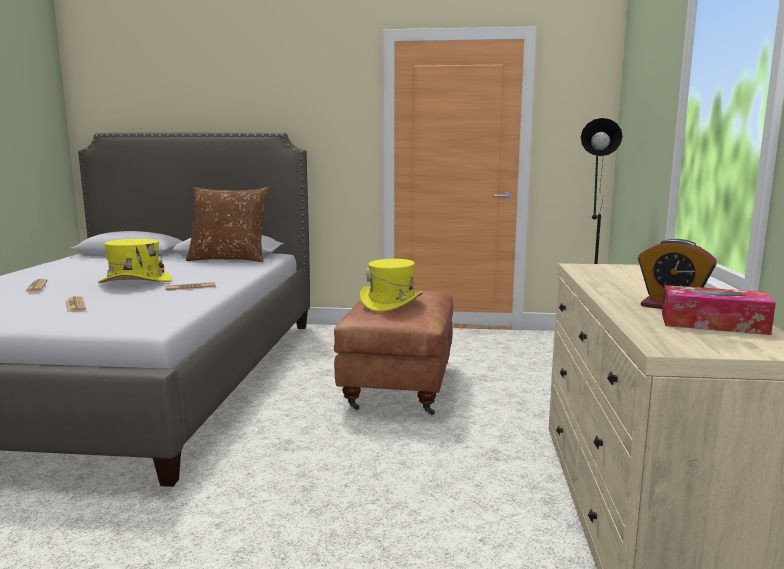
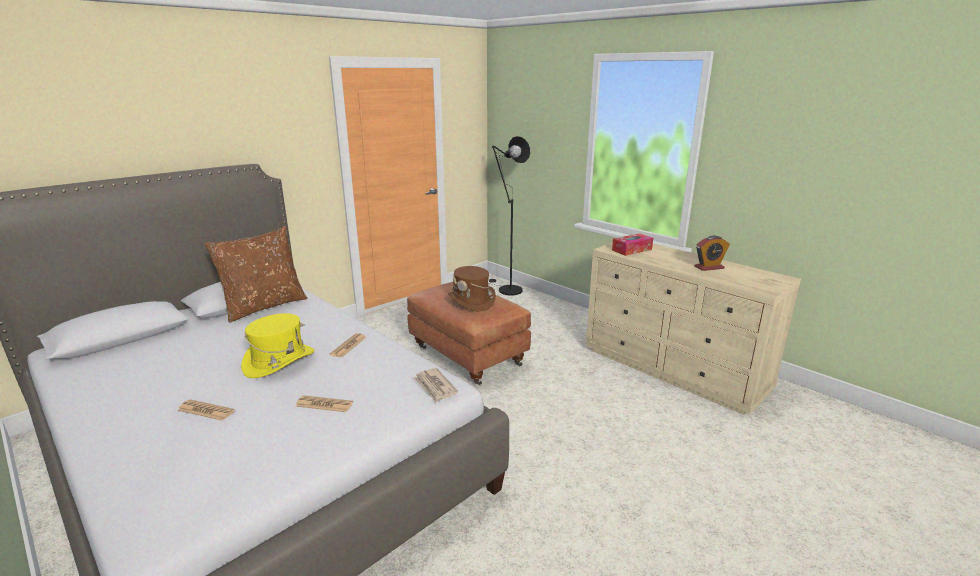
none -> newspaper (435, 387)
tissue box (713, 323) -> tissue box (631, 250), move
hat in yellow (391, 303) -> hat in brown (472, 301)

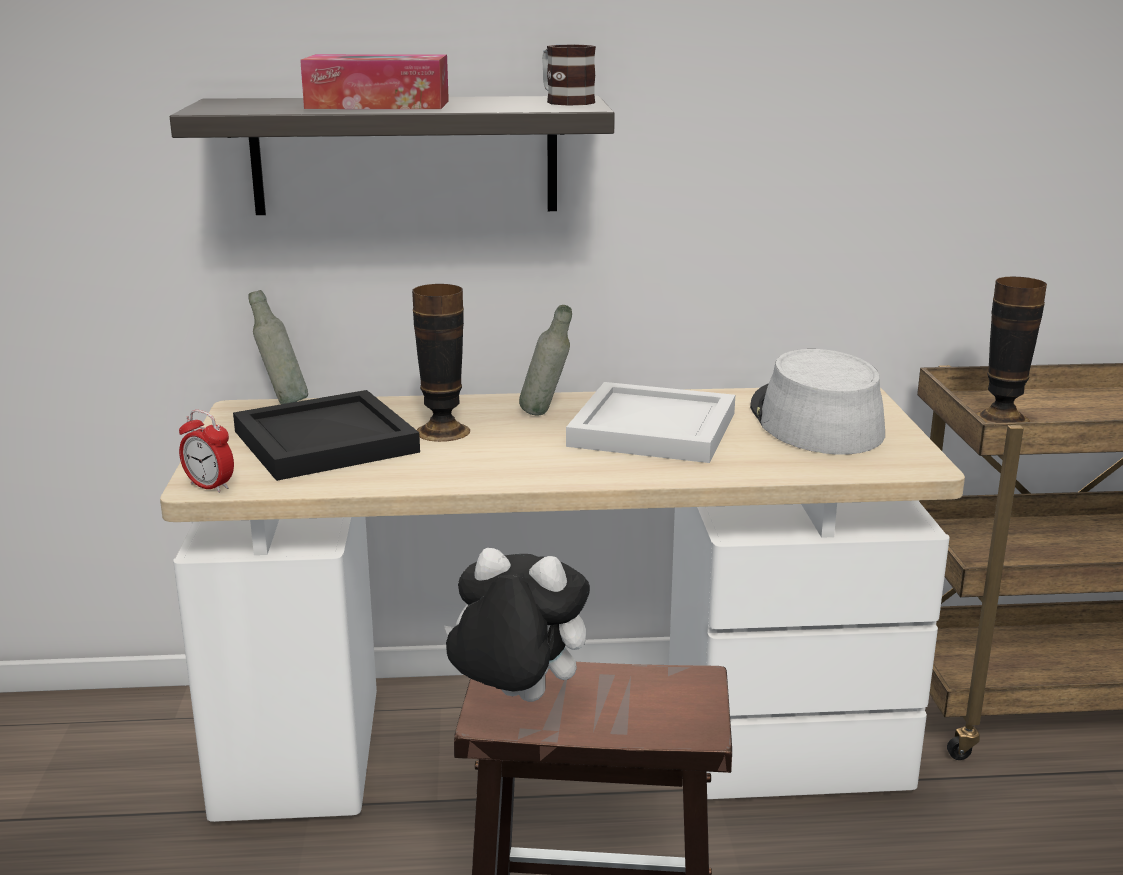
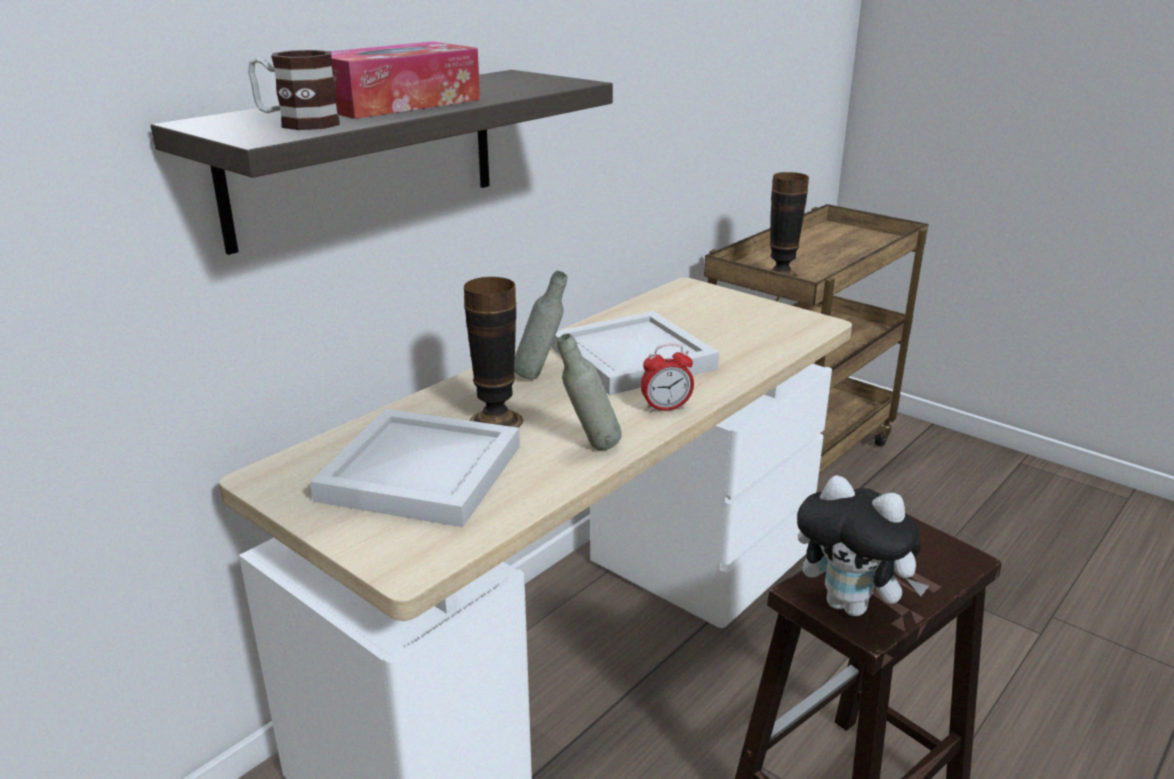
hat in grey (814, 421) -> none
alarm clock (209, 486) -> alarm clock (666, 408), move
bottle in grey (282, 403) -> bottle in grey (590, 448), move
mug (564, 101) -> mug (298, 123), move
tray in black (327, 440) -> tray in white (420, 471)
plush toy (515, 699) -> plush toy (852, 605), 120 degrees counterclockwise

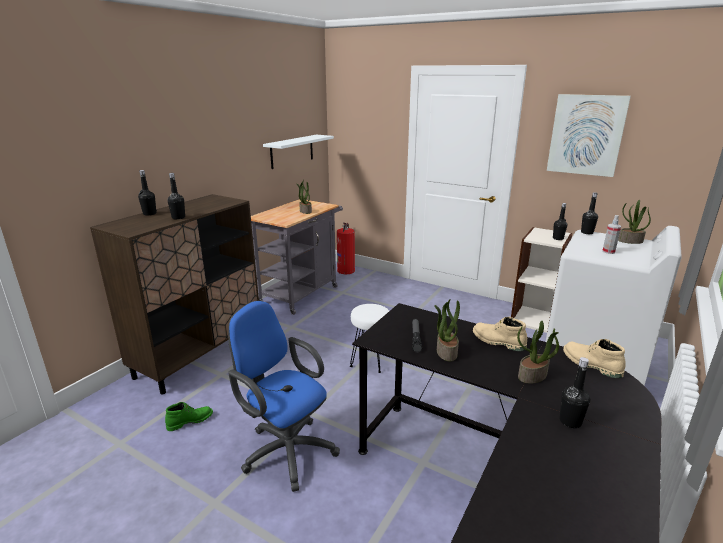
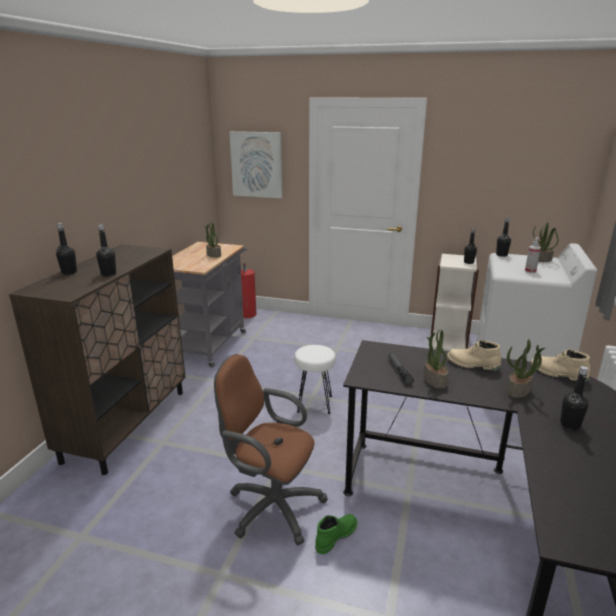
shelf in white (292, 151) -> none
boot in green (190, 421) -> boot in green (335, 536), move
picture (586, 135) -> picture (256, 164), move
office chair in blue (285, 449) -> office chair in brown (270, 506)

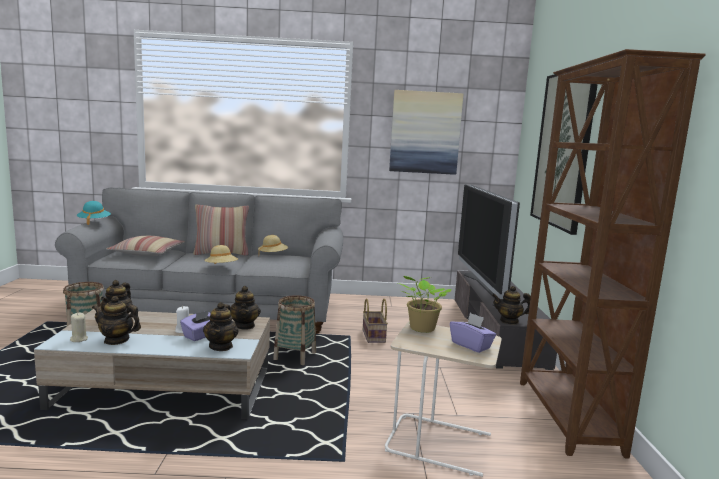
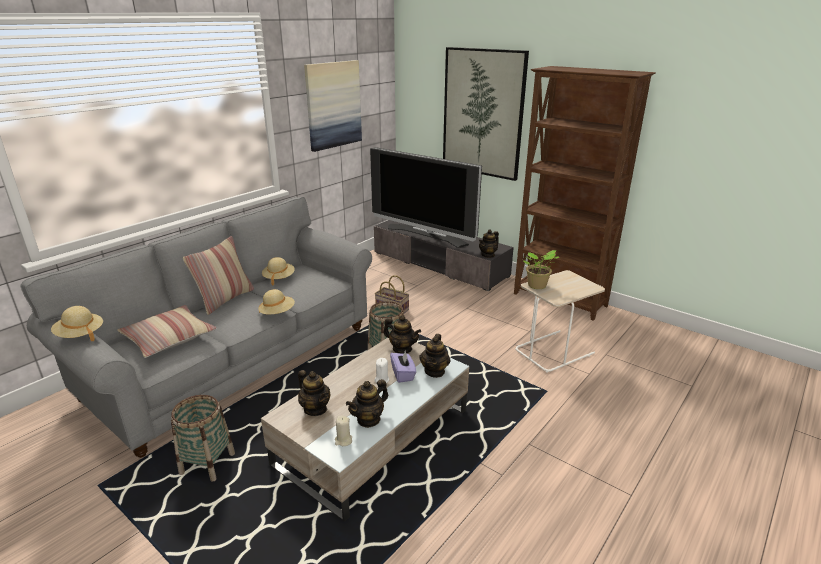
tissue box in purple (471, 345) -> none
hat in turquoise (94, 222) -> hat in beige (80, 334)
teapot (221, 346) -> teapot (435, 371), 60 degrees clockwise

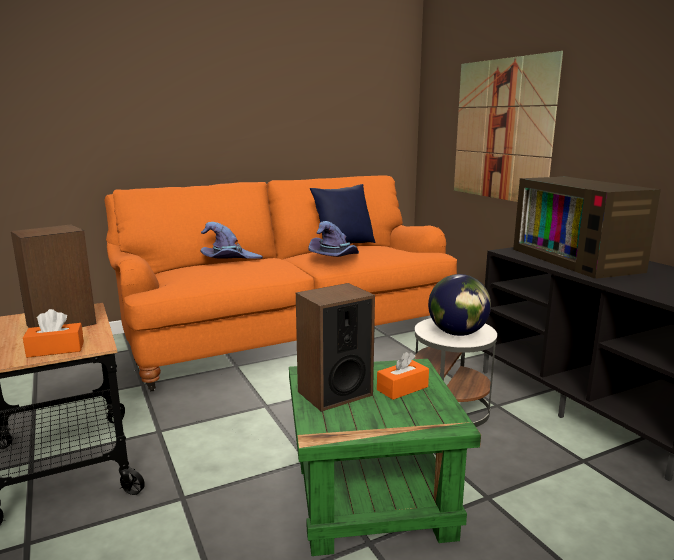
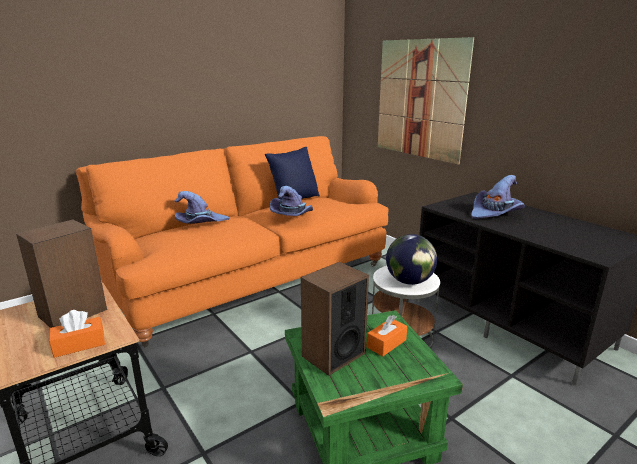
television (579, 260) -> hat in purple (495, 213)

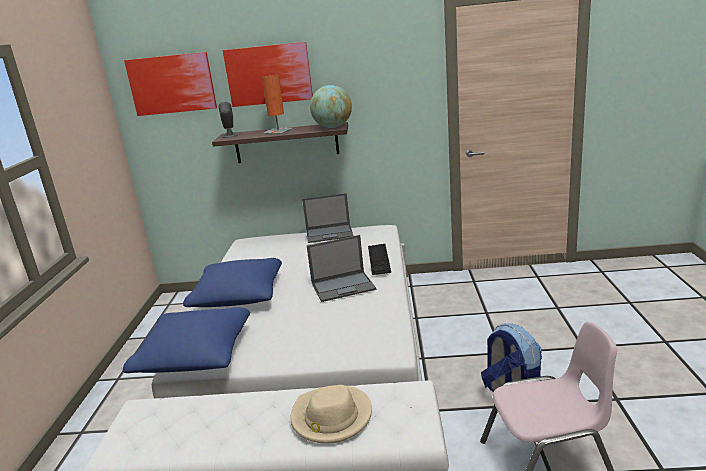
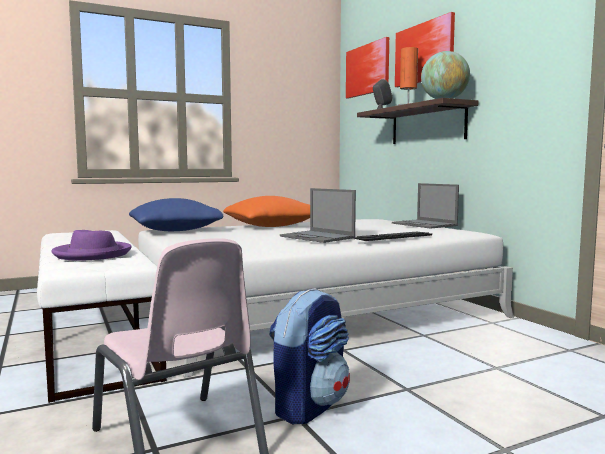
pillow in blue (238, 296) -> pillow in orange (270, 226)
hat in beige (331, 417) -> hat in purple (92, 254)

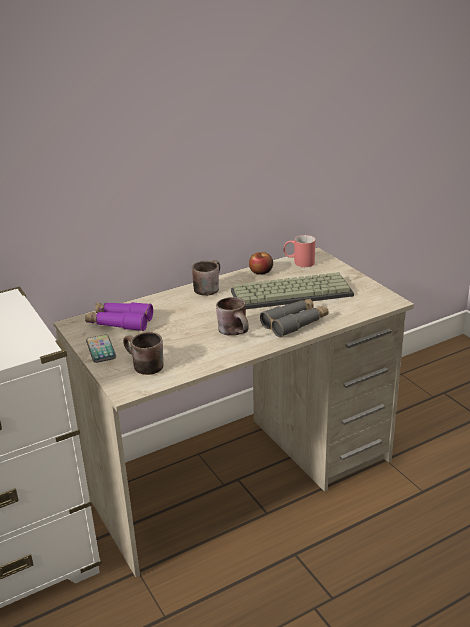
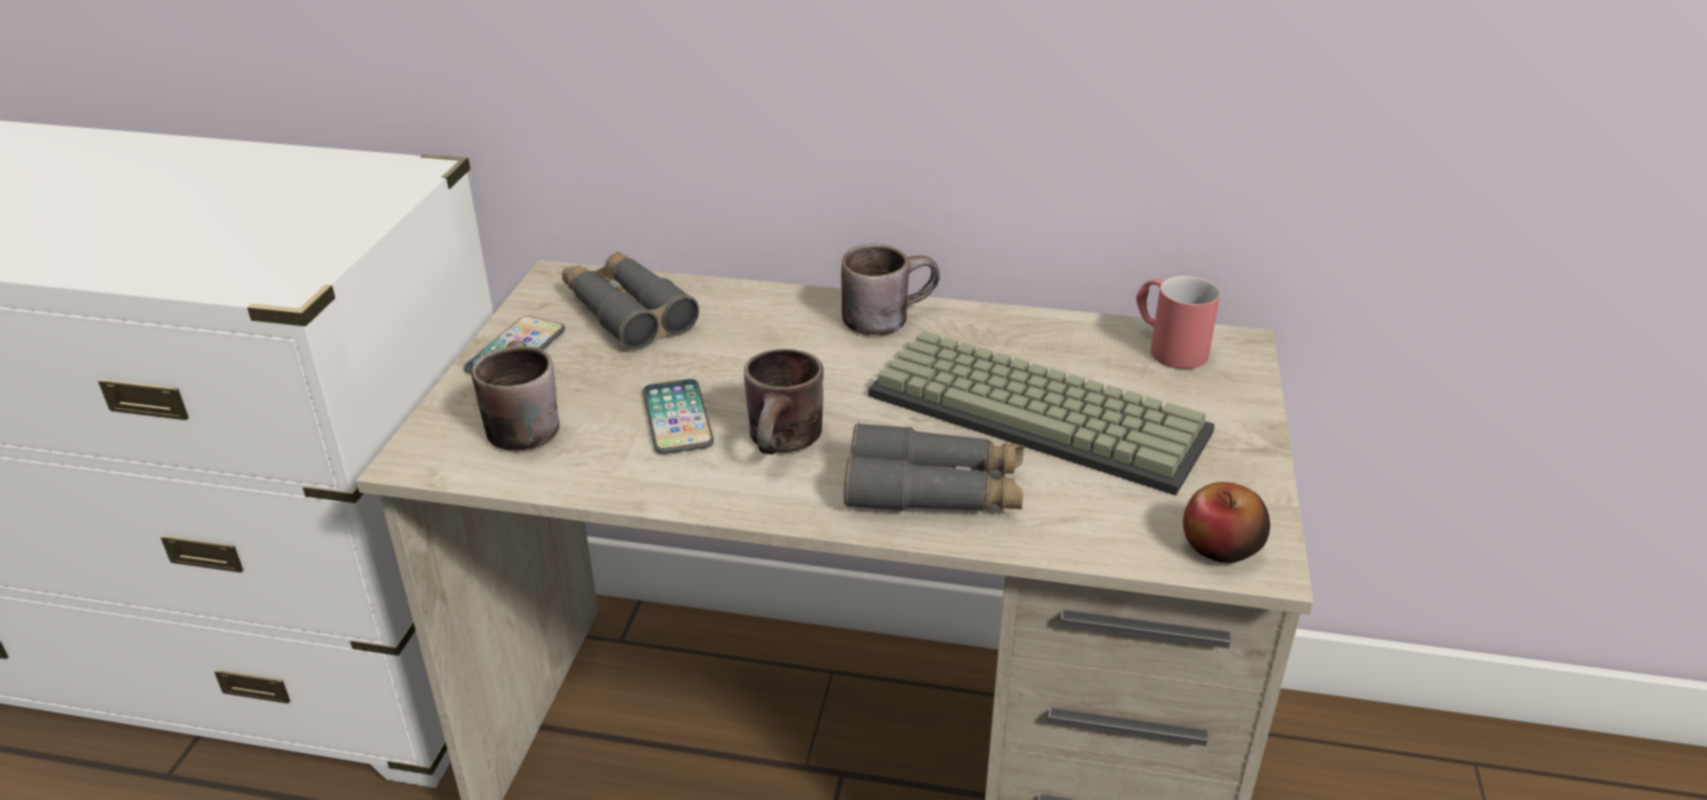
none -> phone (677, 418)
apple (261, 272) -> apple (1220, 548), move
binoculars in purple (119, 322) -> binoculars in grey (627, 312)

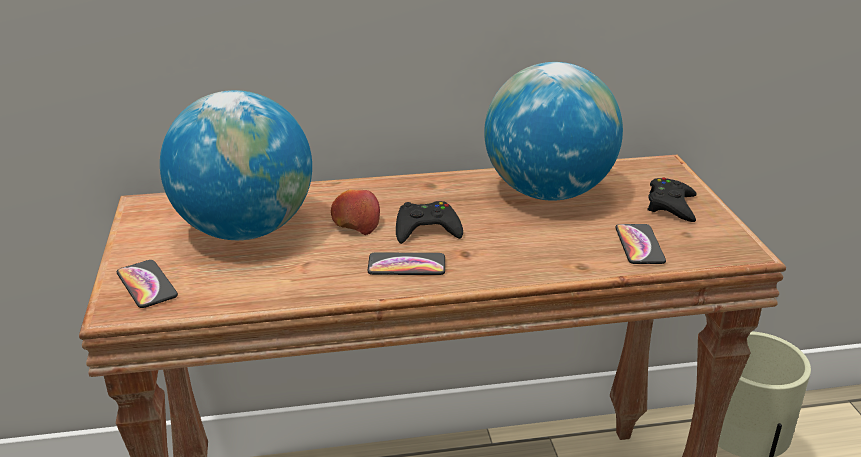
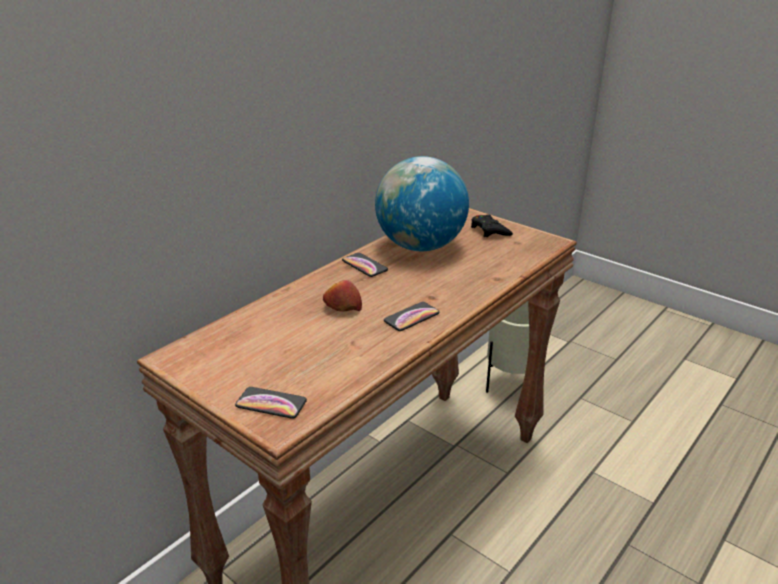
globe (245, 230) -> none
game controller in black (426, 229) -> none
phone (639, 245) -> phone (364, 265), move

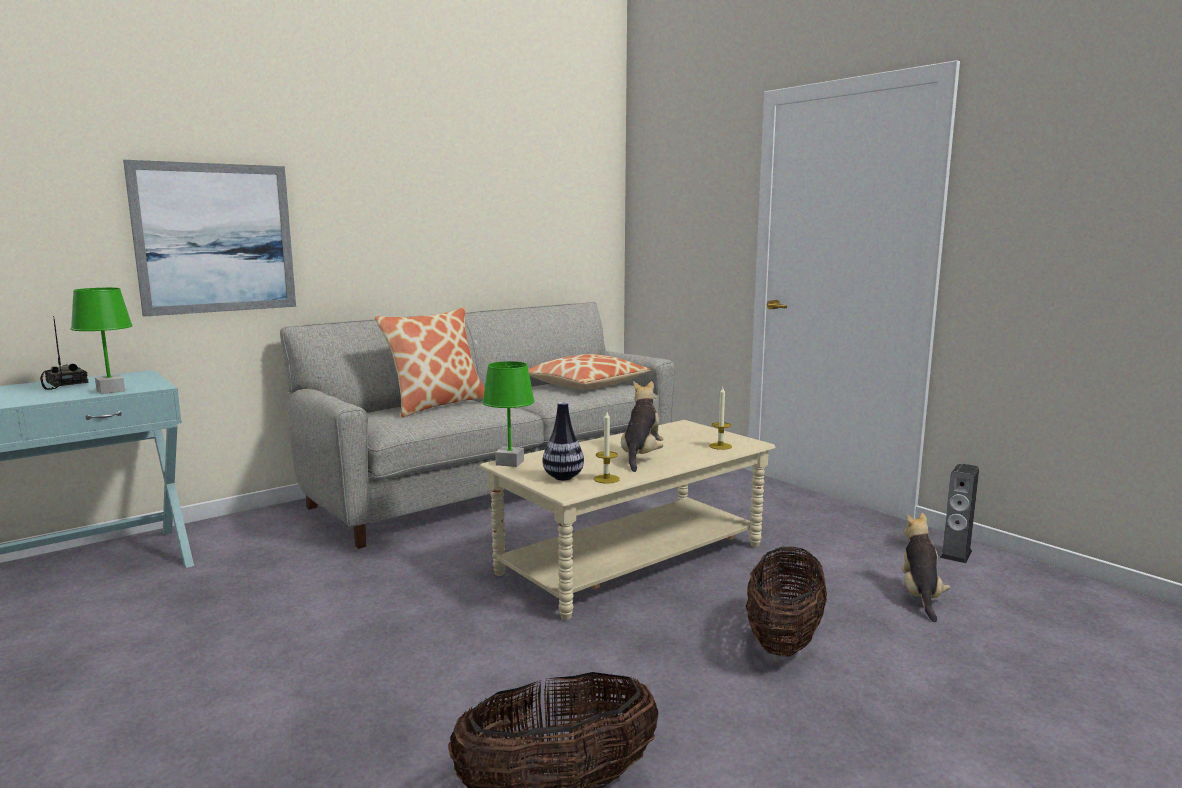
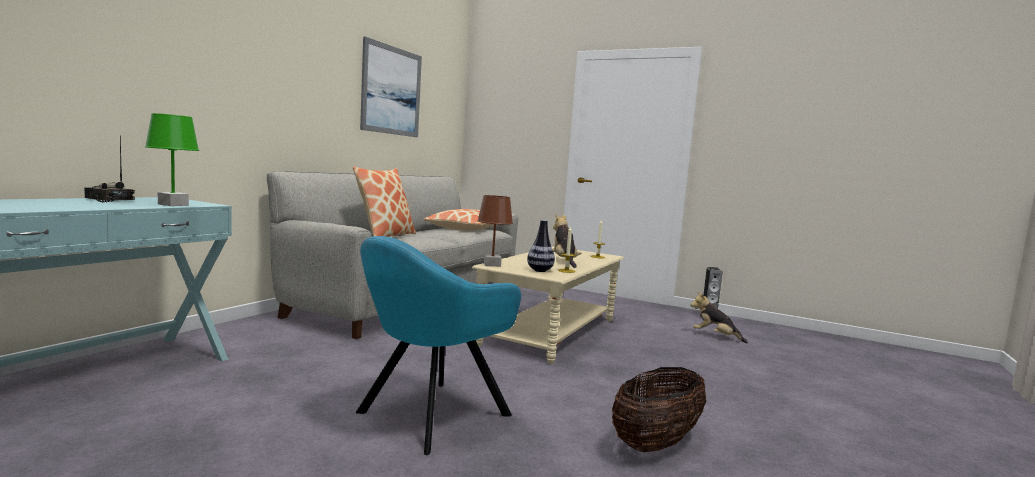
basket (784, 639) -> none
none -> armchair in turquoise (429, 415)
picture (215, 238) -> picture (391, 90), move
table lamp in green (509, 463) -> table lamp in brown (492, 265)
plush toy (920, 596) -> plush toy (715, 336), 45 degrees counterclockwise

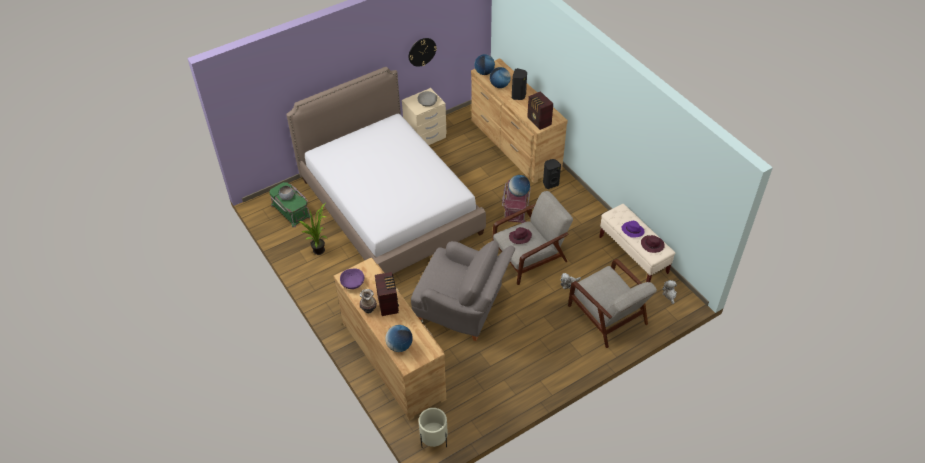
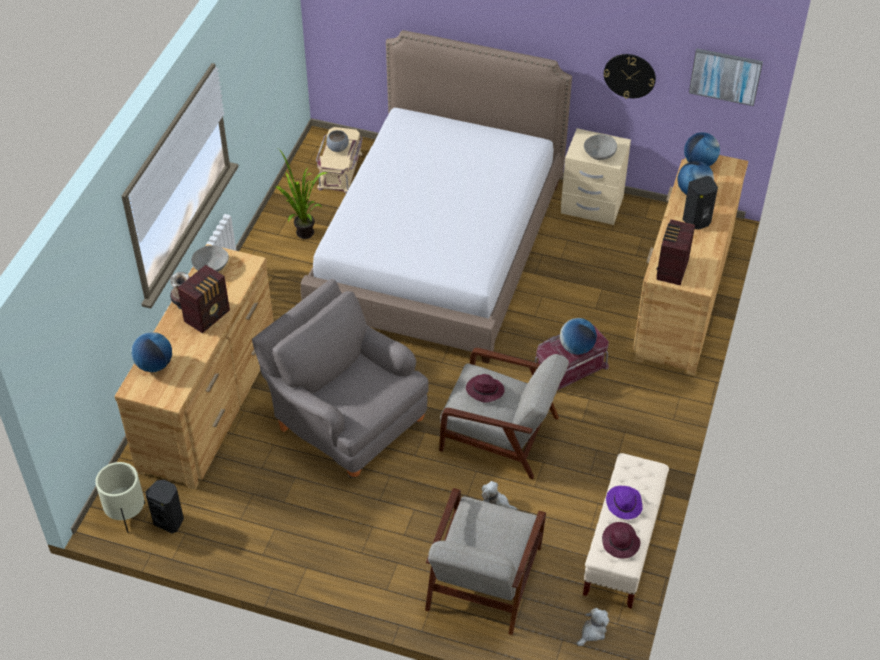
none -> picture (725, 76)
speaker in black (550, 183) -> speaker in black (169, 521), move
storage box in green (291, 210) -> storage box in beige (341, 171)
bowl in purple (352, 283) -> bowl in grey (211, 266)
armchair in grey (463, 309) -> armchair in grey (345, 420), 150 degrees clockwise

